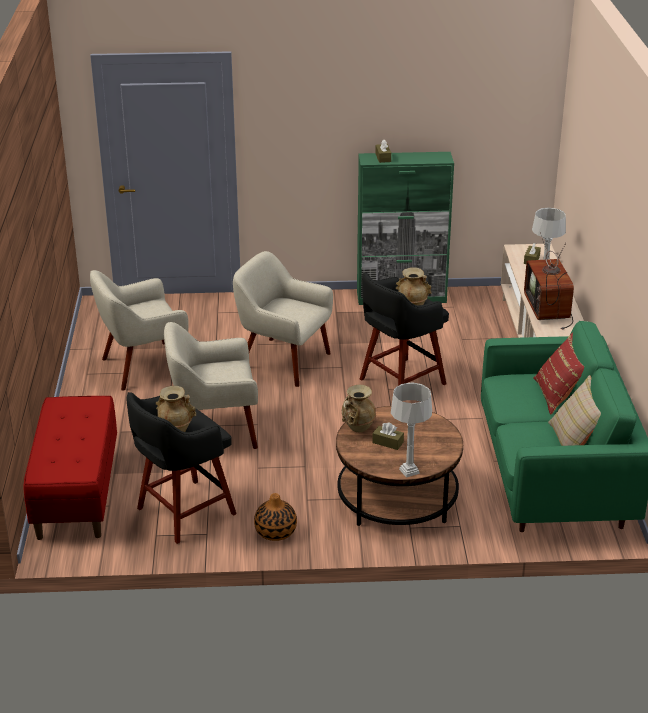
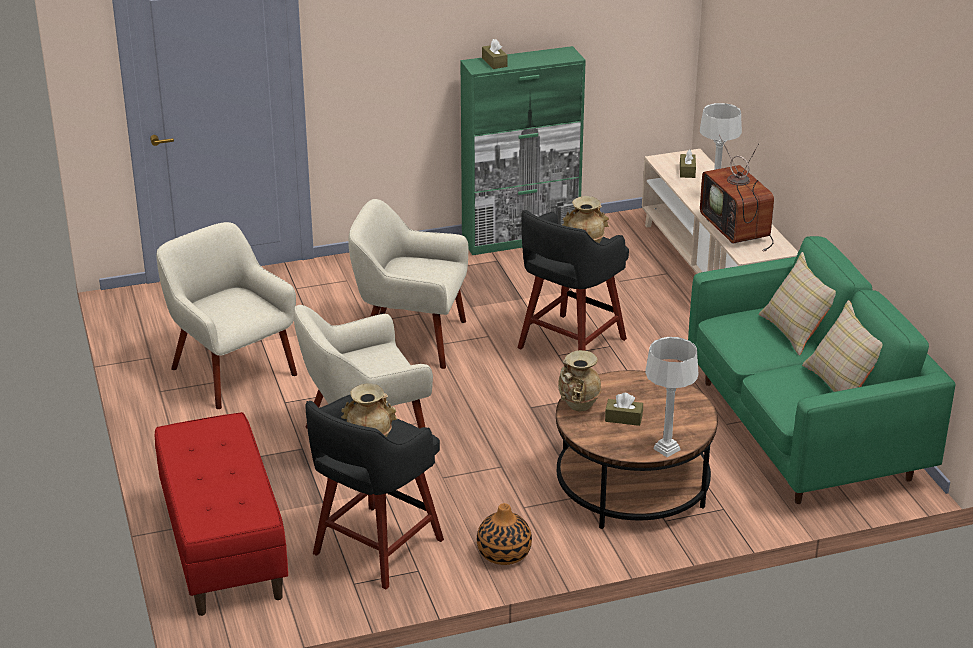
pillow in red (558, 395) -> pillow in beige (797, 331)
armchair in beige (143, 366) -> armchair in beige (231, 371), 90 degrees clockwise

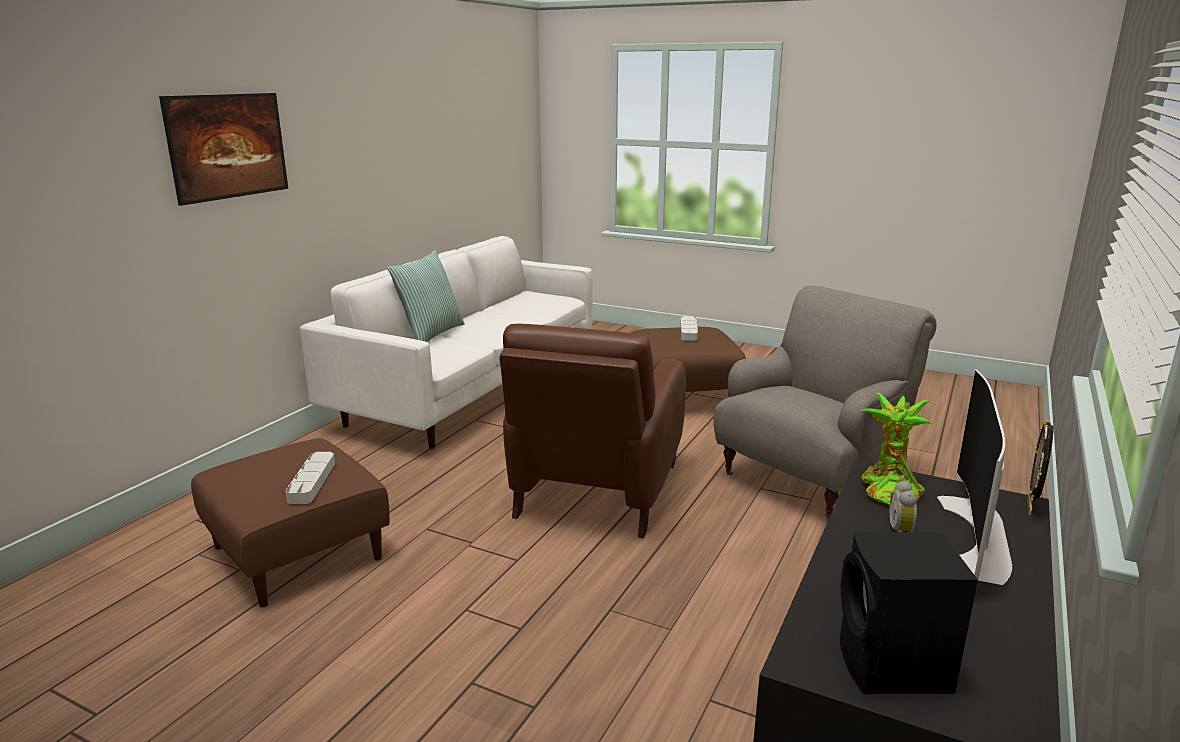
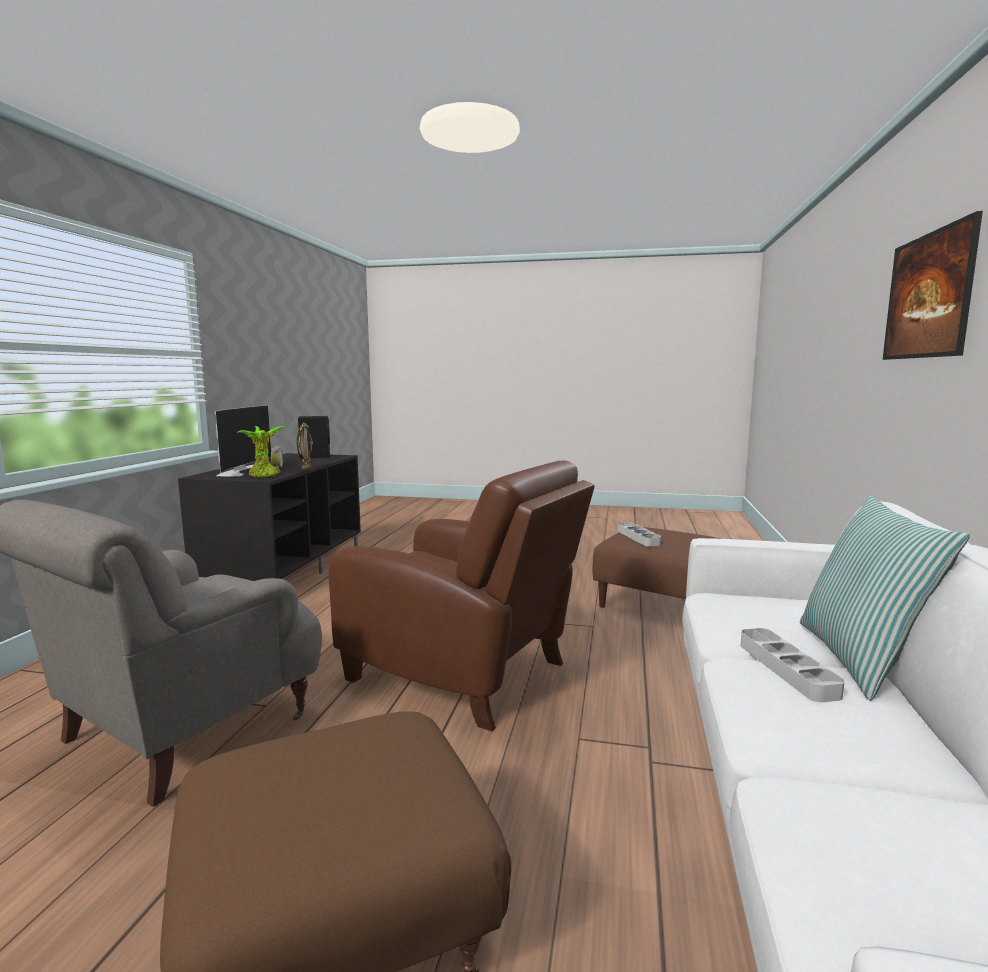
tray in grey (688, 331) -> tray in grey (787, 669), move
picture frame (1030, 508) -> picture frame (305, 468), move
armchair in brown (595, 493) -> armchair in brown (463, 674), 120 degrees clockwise

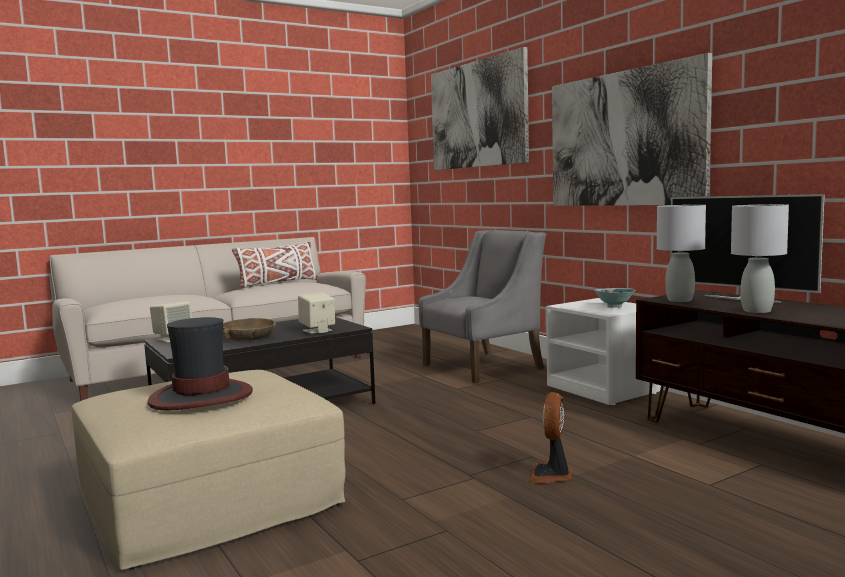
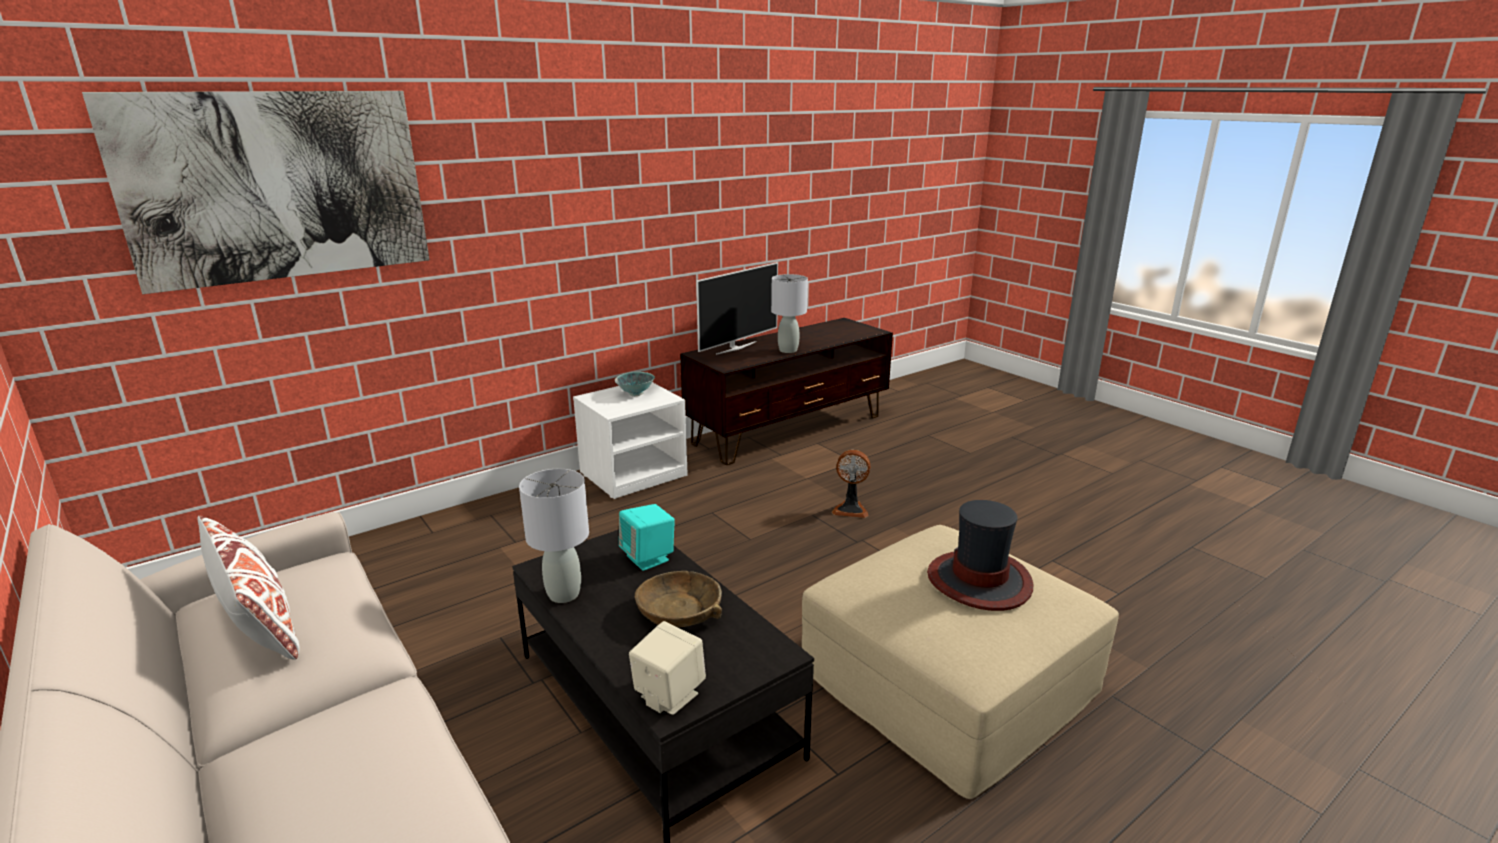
armchair in grey (484, 366) -> none
picture (624, 139) -> none
table lamp in grey (679, 300) -> table lamp in grey (564, 595), move
speaker in beige (317, 330) -> speaker in turquoise (648, 558)

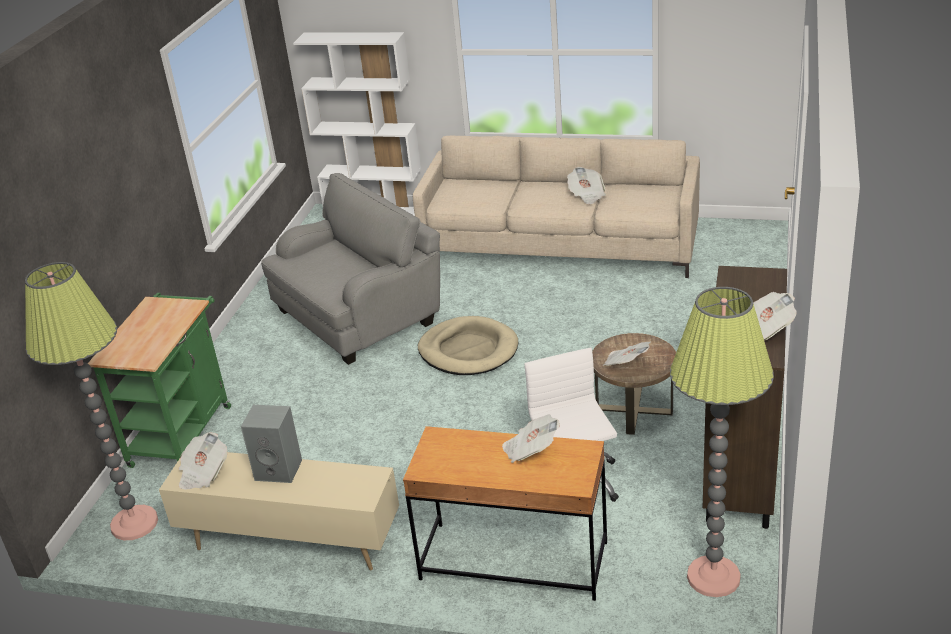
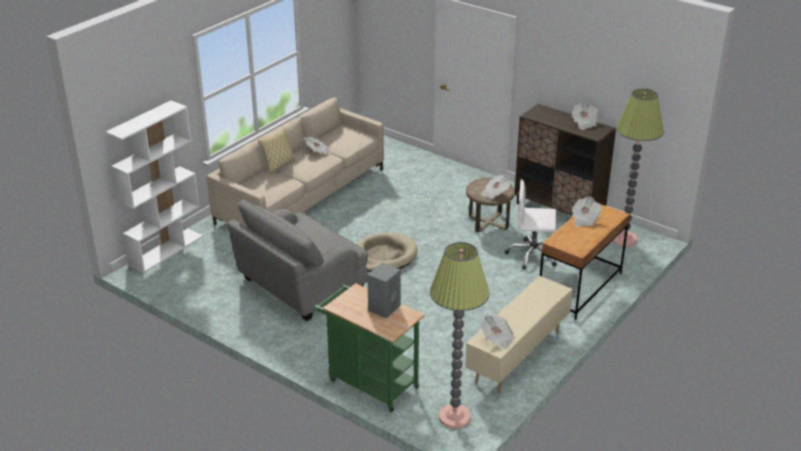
none -> pillow (278, 166)
speaker in grey (280, 469) -> speaker in grey (384, 307), move
armchair in grey (359, 315) -> armchair in grey (300, 285), 120 degrees counterclockwise

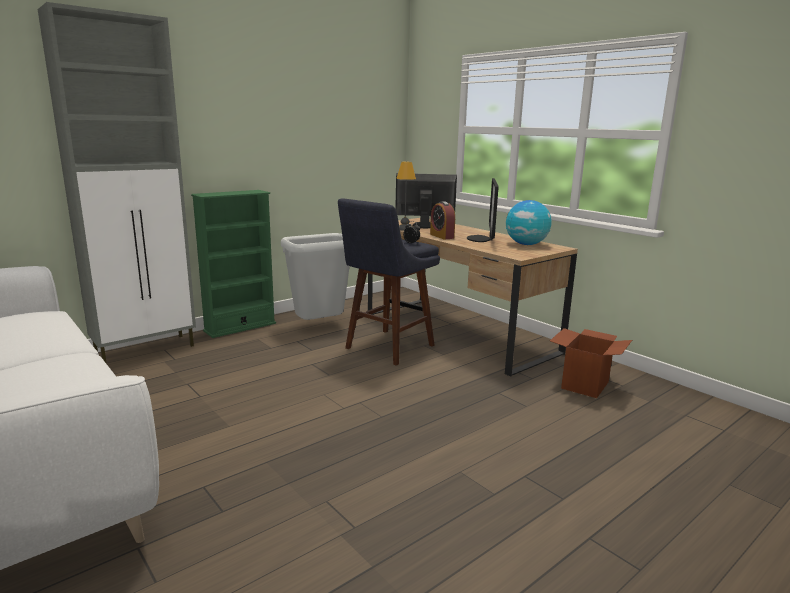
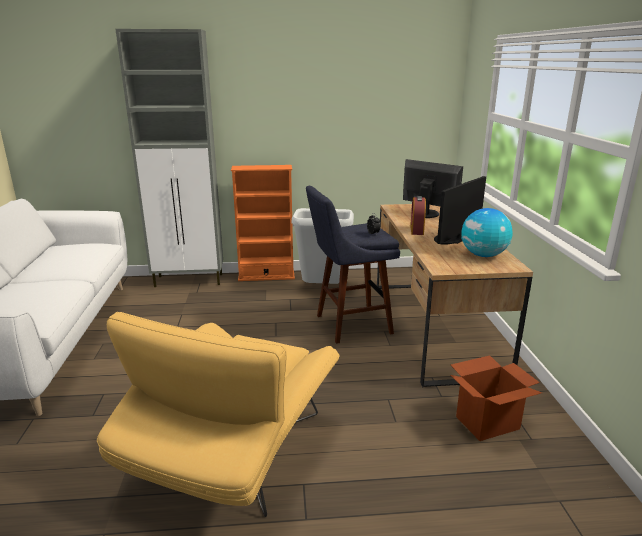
table lamp (404, 229) -> none
none -> armchair in yellow (232, 455)
bookcase in green (240, 327) -> bookcase in orange (266, 276)

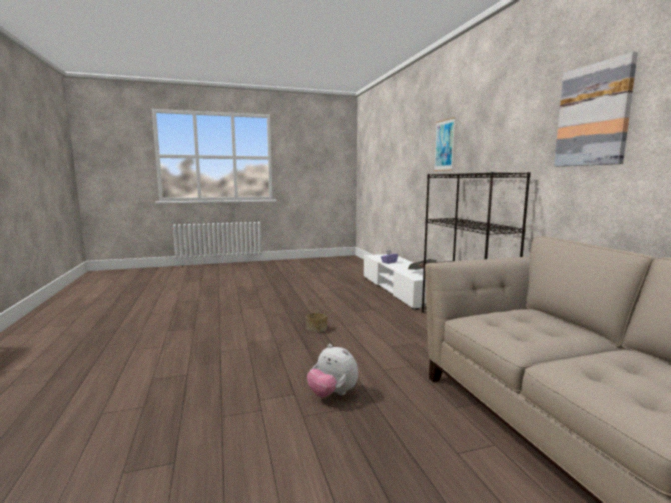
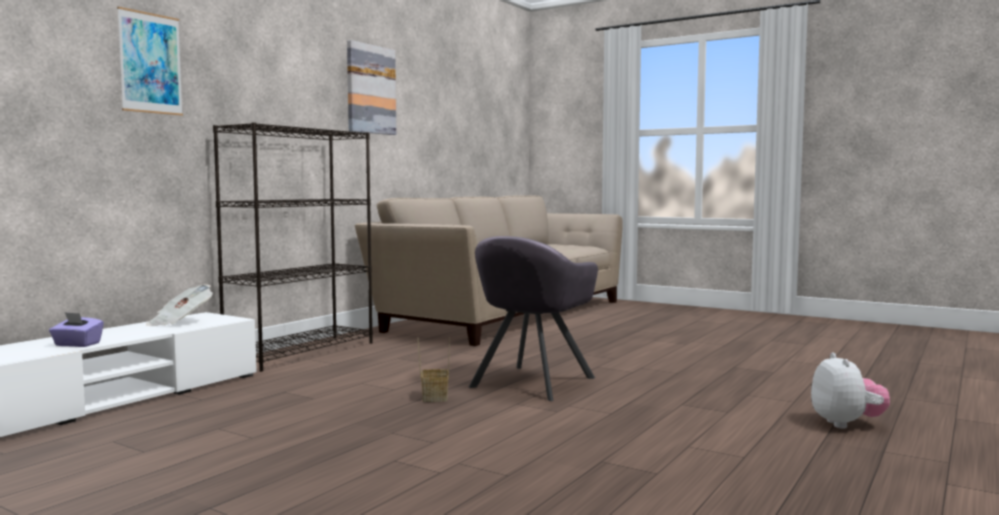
none -> armchair in grey (531, 382)
plush toy (332, 394) -> plush toy (846, 424), move

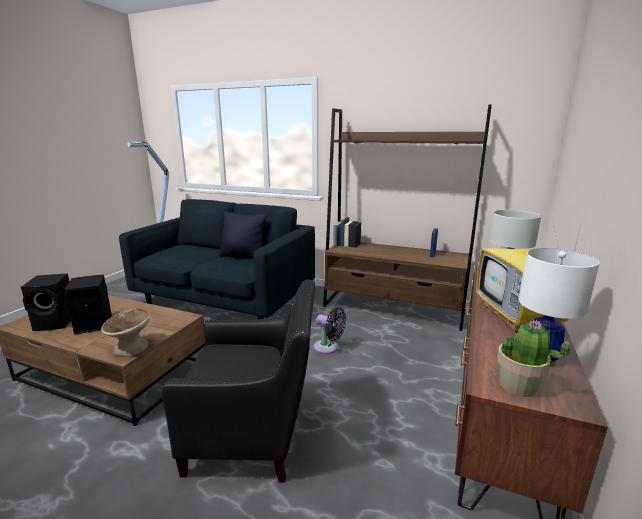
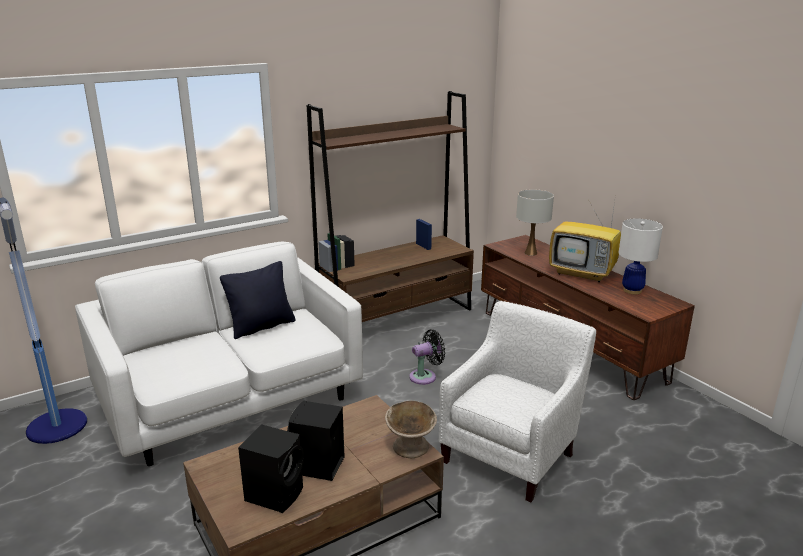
potted plant (518, 386) -> none
sofa in blue (225, 300) -> sofa in white (230, 401)
armchair in black (255, 435) -> armchair in white (512, 453)

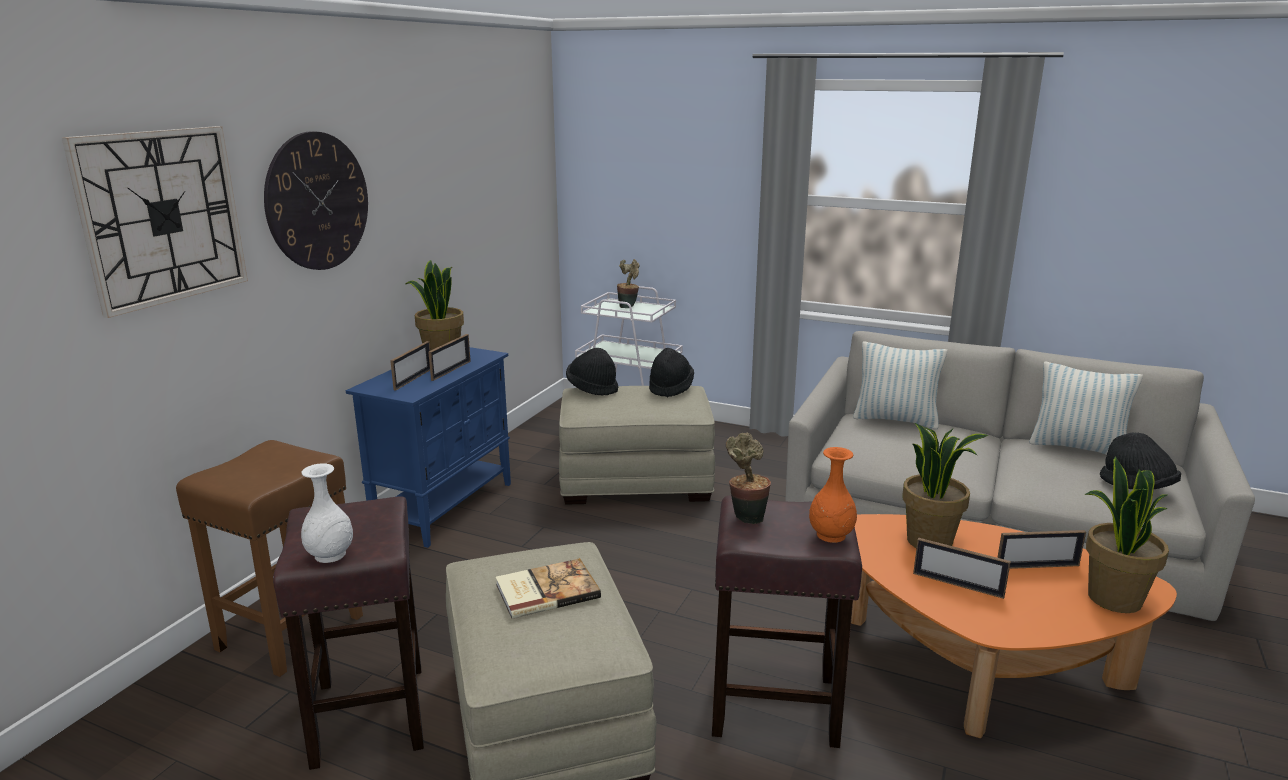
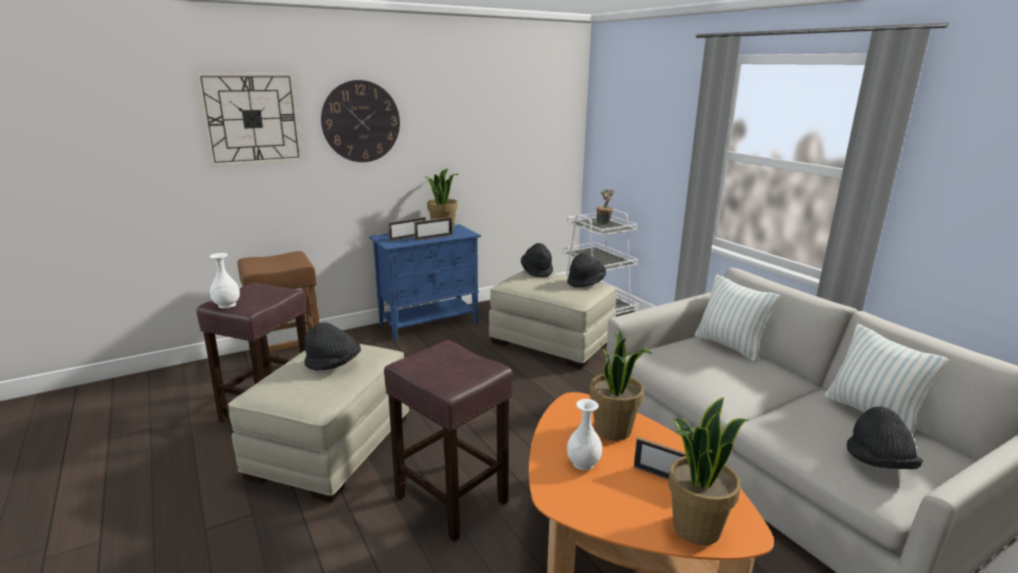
potted plant (746, 516) -> none
vase in orange (830, 535) -> none
book (546, 590) -> hat in black (333, 365)
picture frame (957, 585) -> vase in white (583, 463)

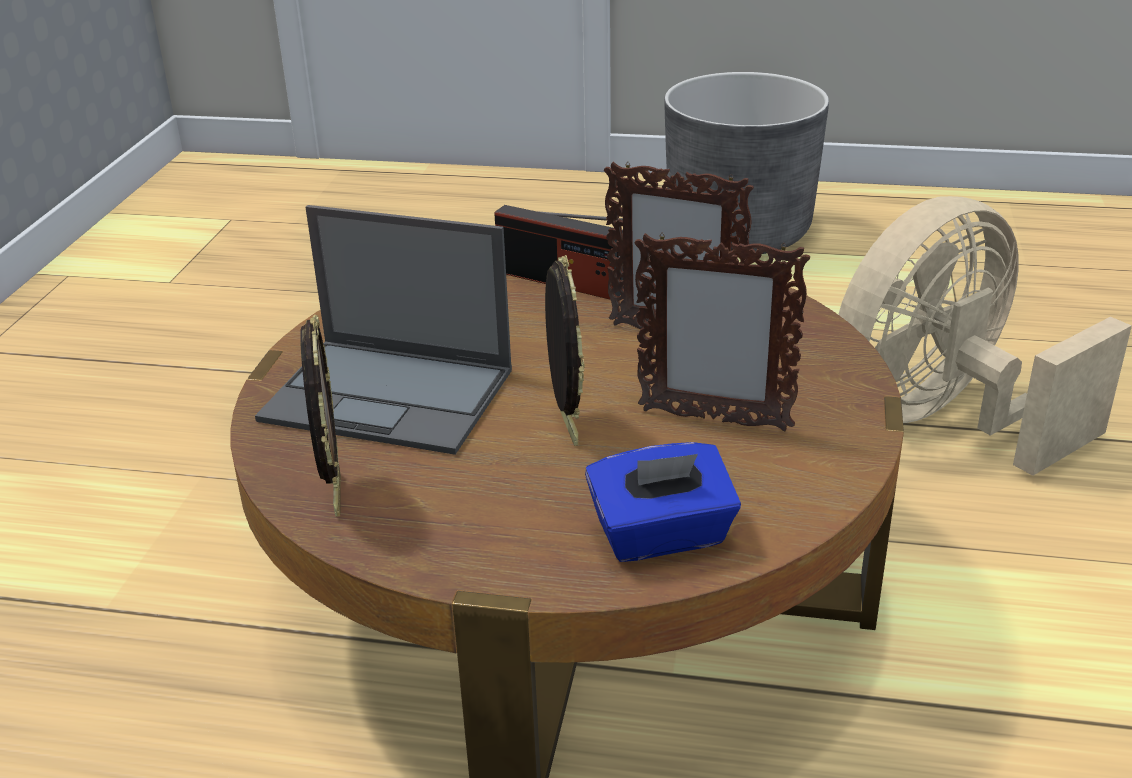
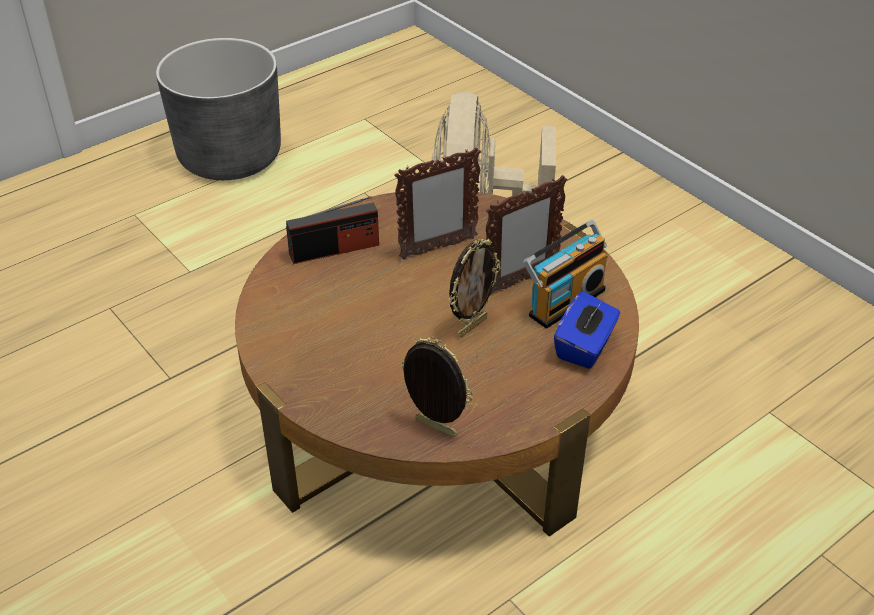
laptop (391, 395) -> none
none -> radio (564, 301)
picture frame (566, 428) -> picture frame (471, 326), 105 degrees clockwise

